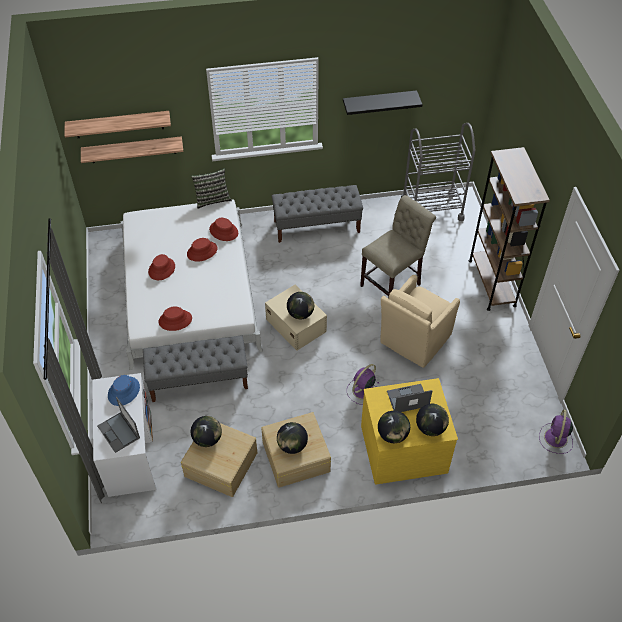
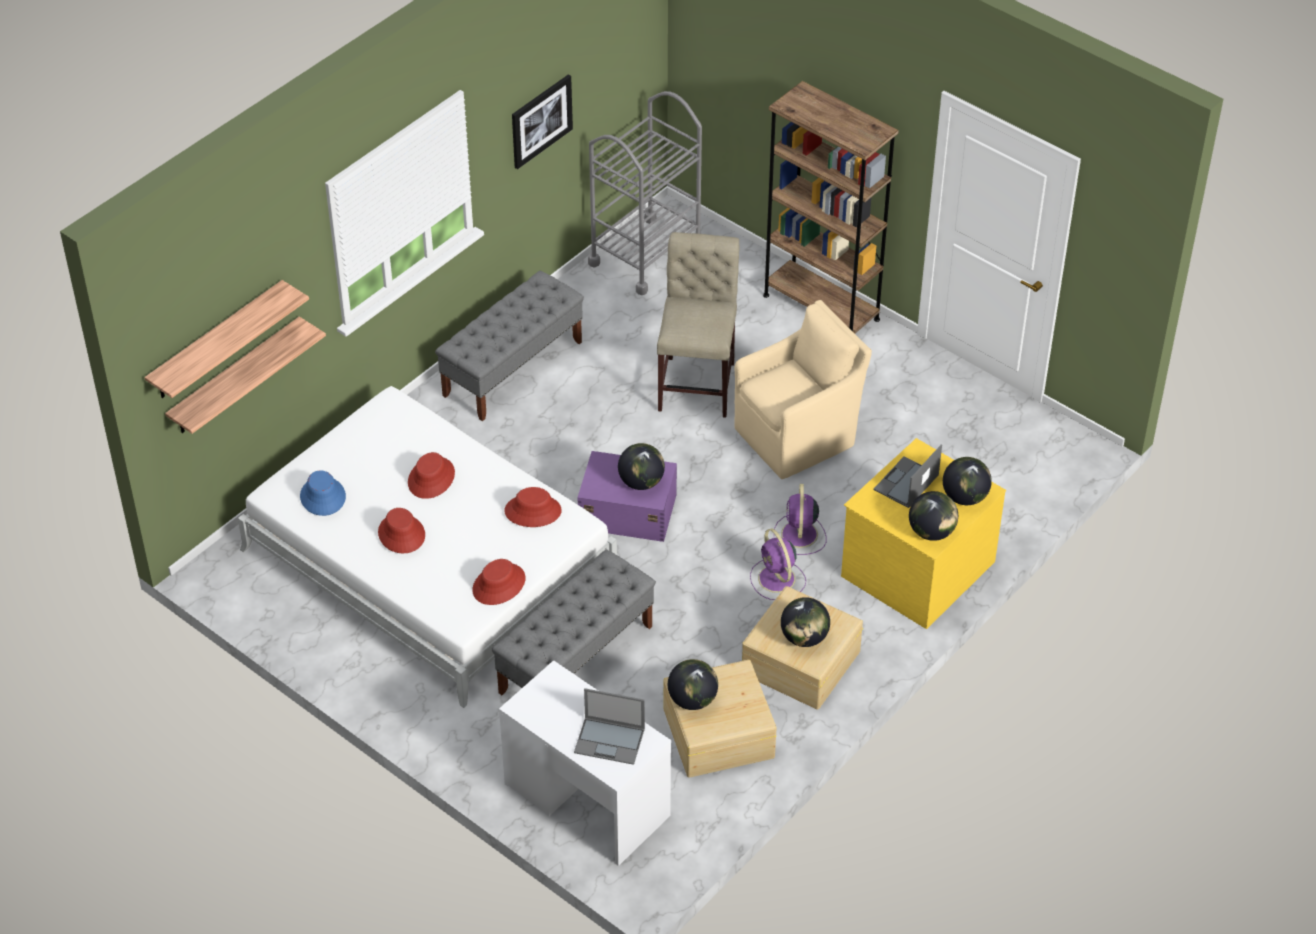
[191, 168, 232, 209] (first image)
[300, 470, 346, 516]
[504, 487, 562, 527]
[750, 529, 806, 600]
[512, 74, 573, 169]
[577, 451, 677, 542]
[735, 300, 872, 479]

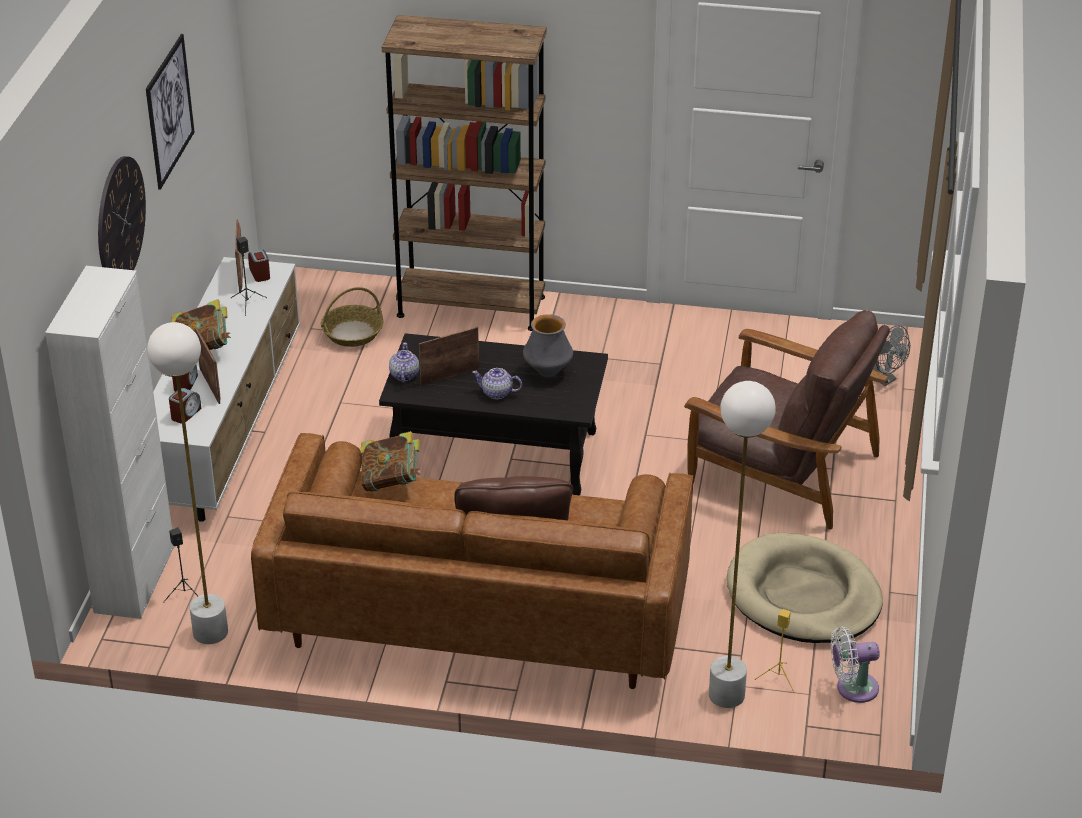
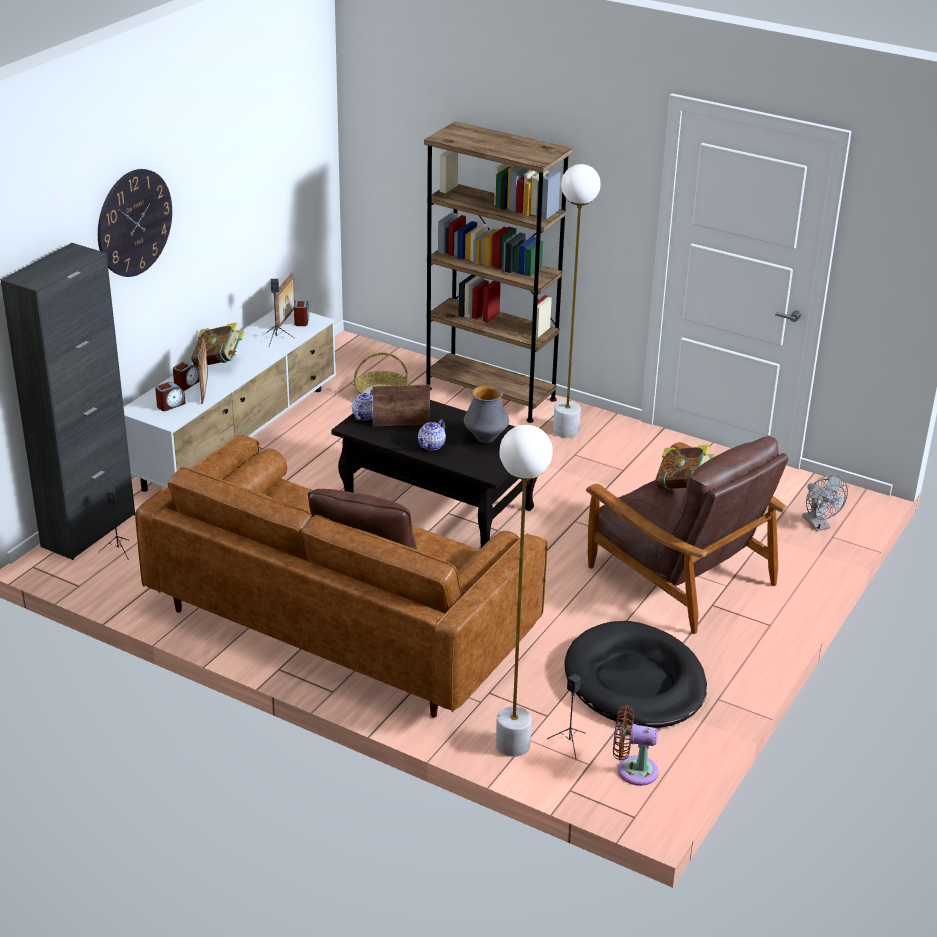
[146, 34, 194, 190] (first image)
[553, 164, 600, 438]
[655, 445, 715, 490]
[1, 243, 135, 560]
[565, 621, 707, 728]
[547, 674, 585, 759]
[613, 705, 659, 786]
[418, 419, 446, 450]

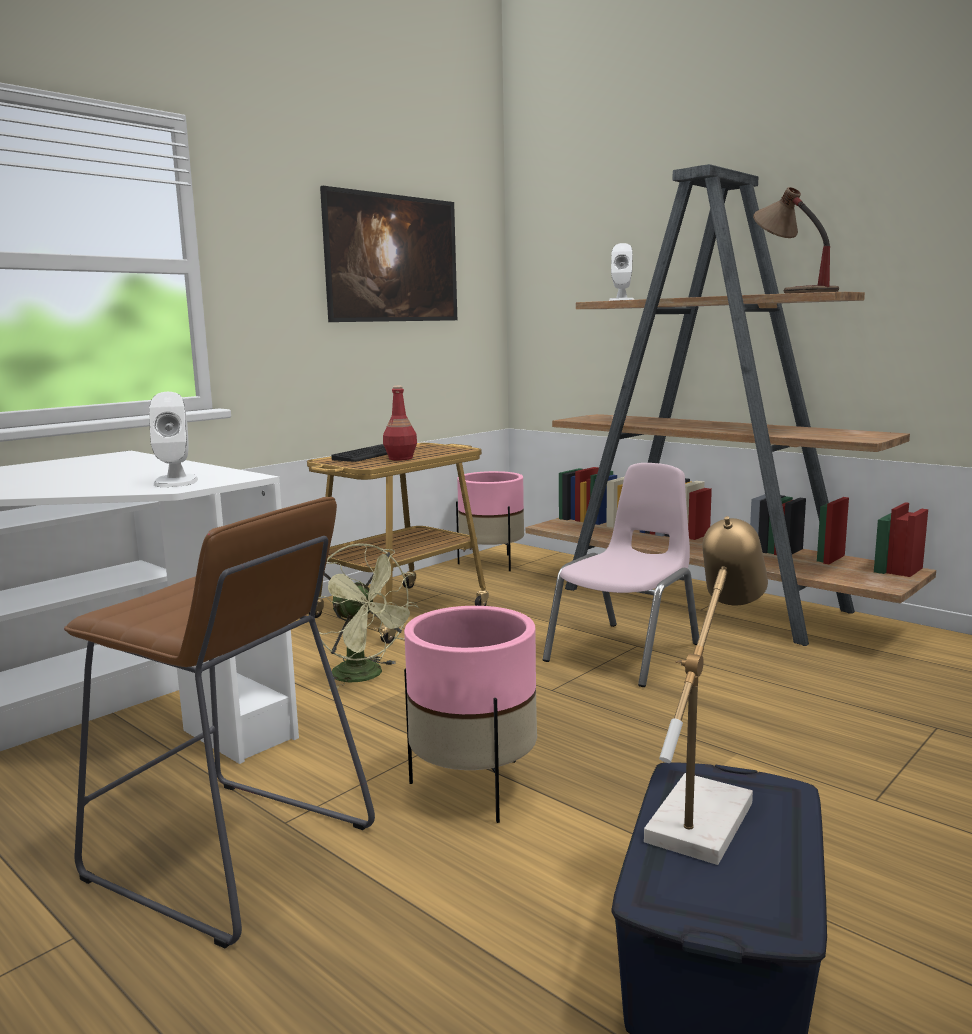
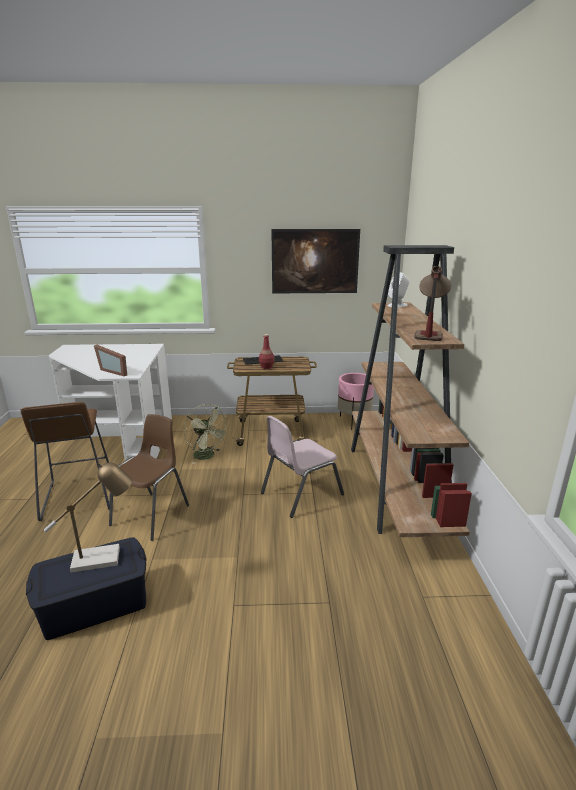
[94, 345, 127, 376]
[109, 414, 189, 541]
[184, 404, 230, 464]
[261, 416, 344, 518]

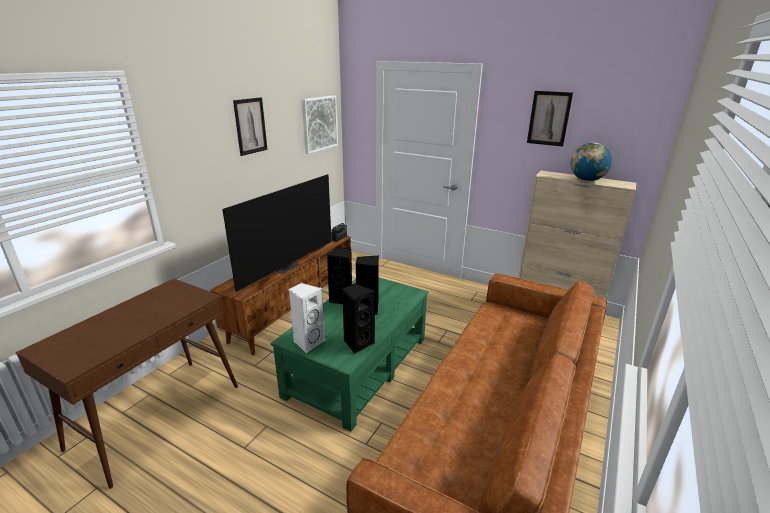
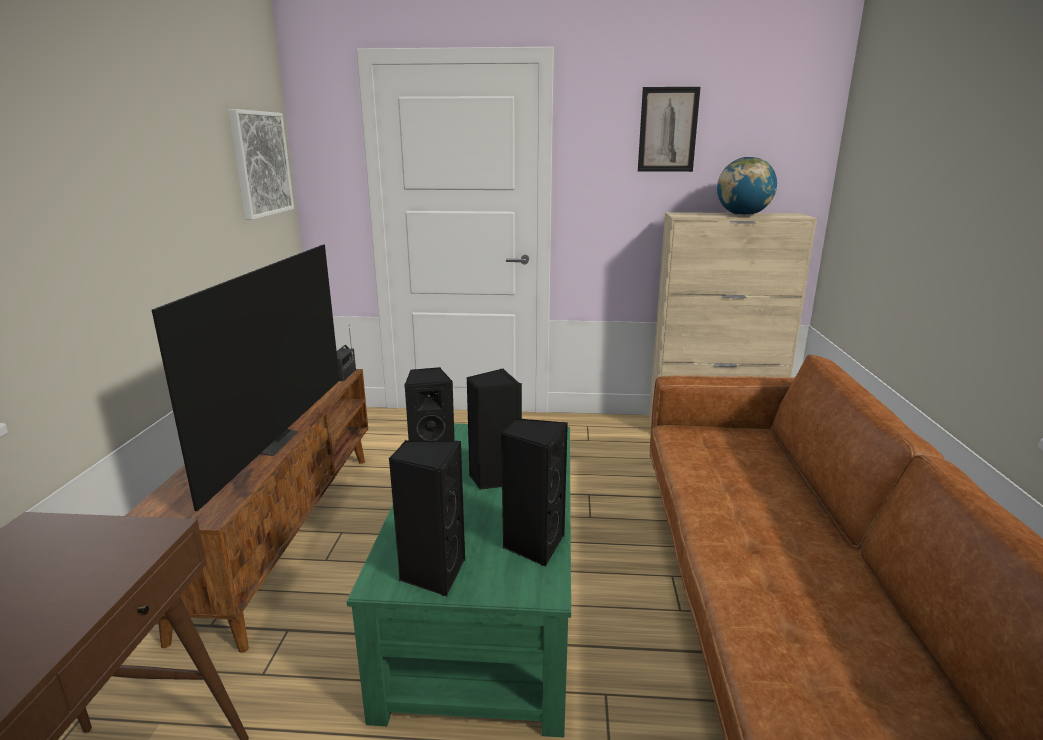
[233, 97, 268, 156] (first image)
[389, 440, 465, 596]

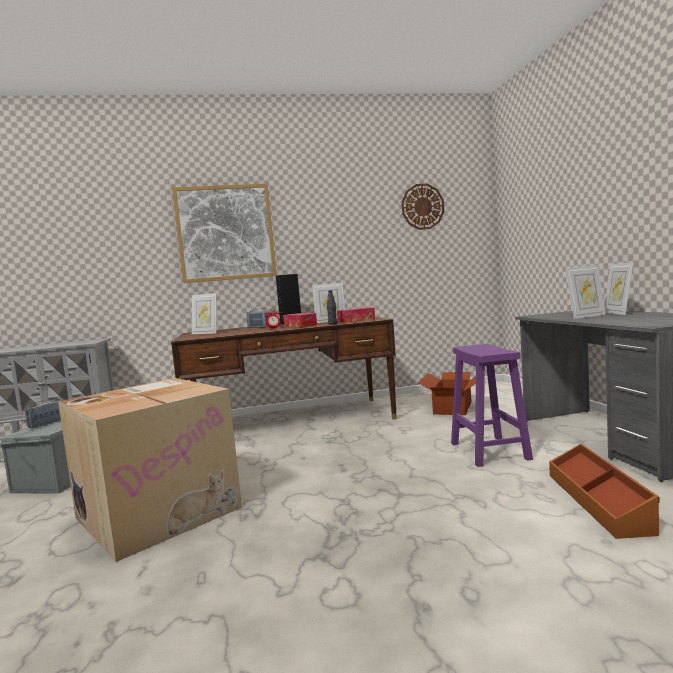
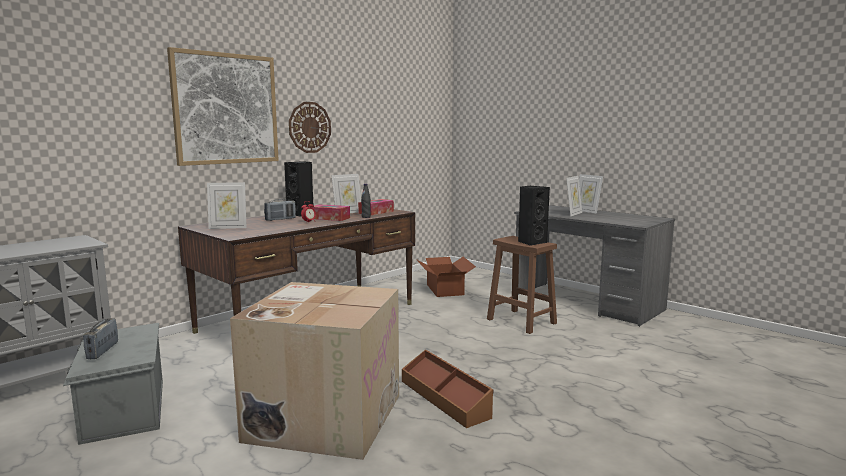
[518, 186, 550, 246]
[289, 102, 331, 153]
[402, 349, 493, 428]
[487, 236, 557, 334]

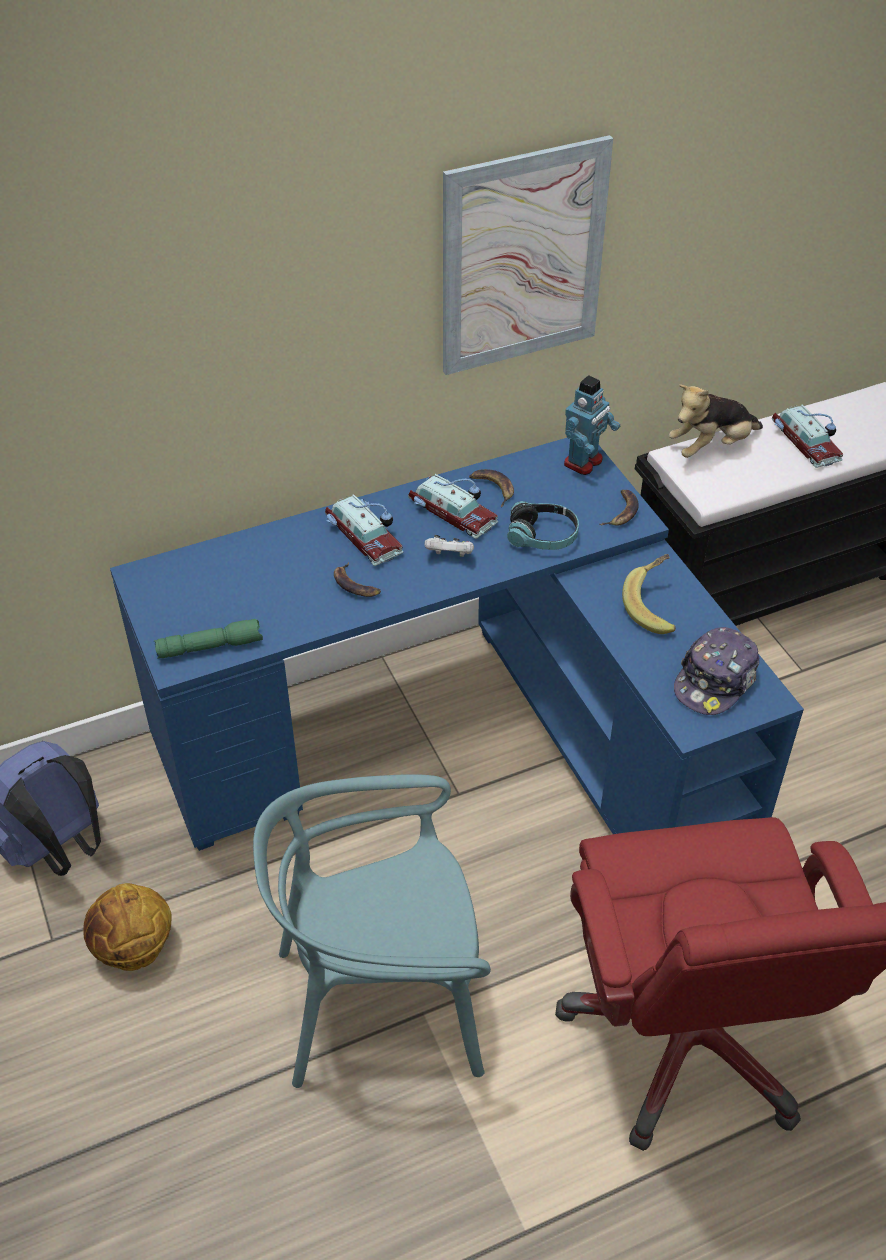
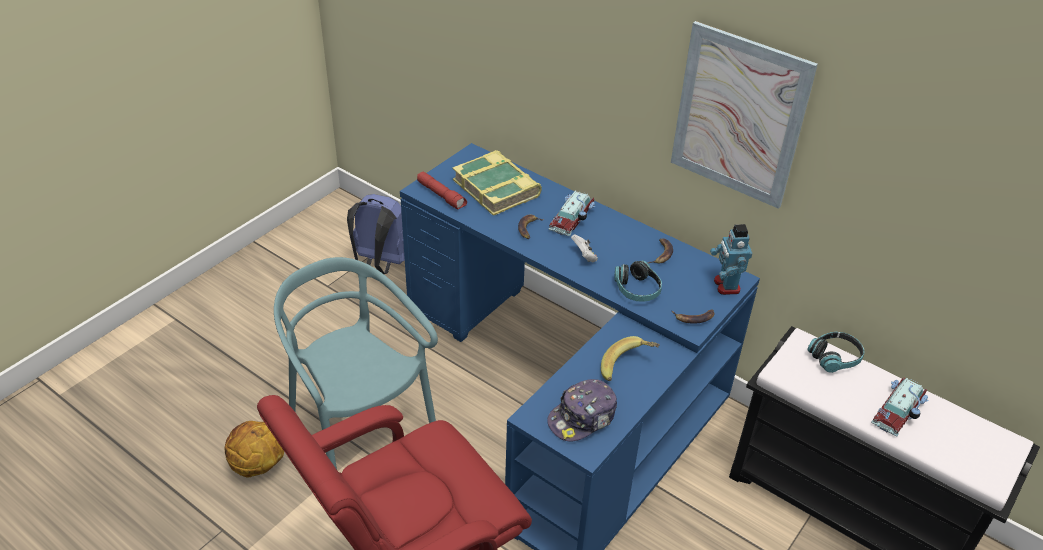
[408, 474, 498, 539] (first image)
[453, 150, 542, 216]
[225, 421, 284, 477]
[808, 332, 864, 373]
[417, 172, 467, 210]
[710, 224, 752, 295]
[547, 379, 617, 441]

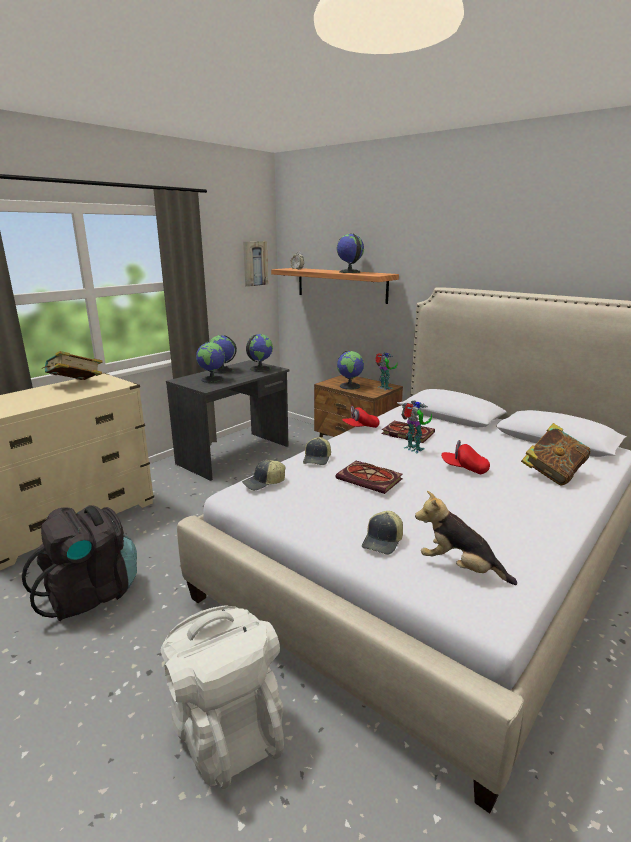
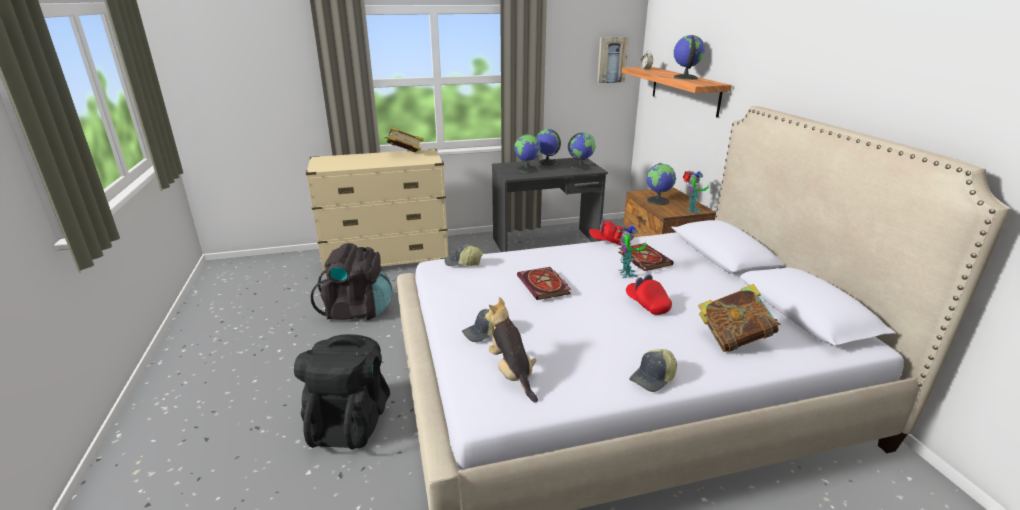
[629, 349, 677, 392]
[294, 334, 390, 449]

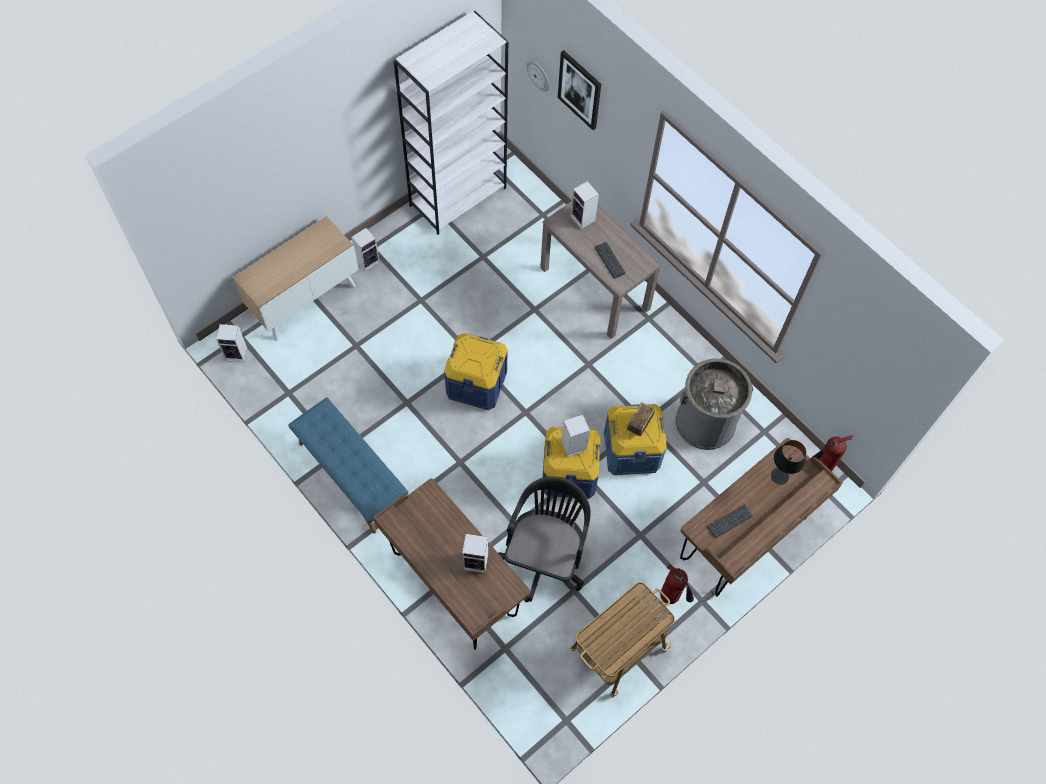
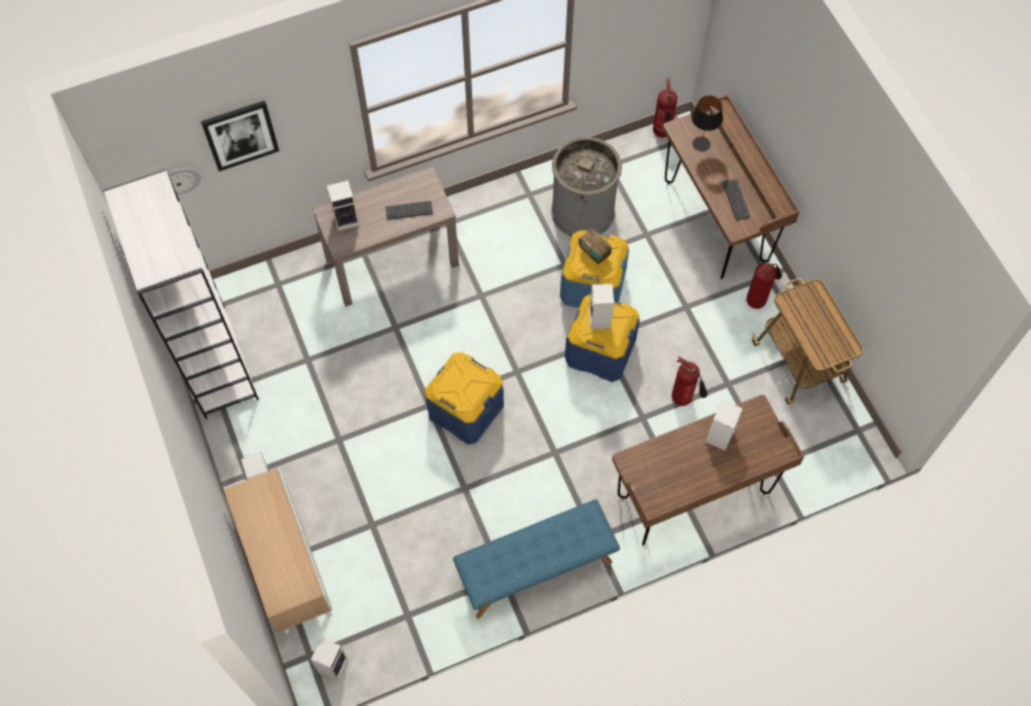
[672, 357, 708, 406]

